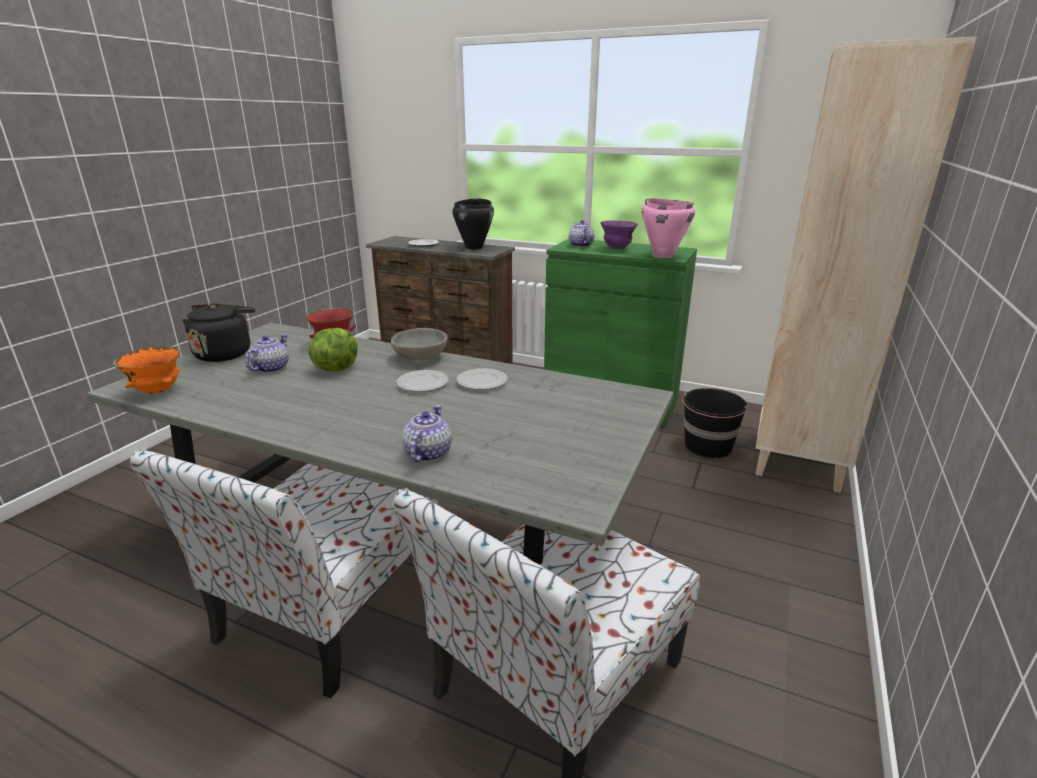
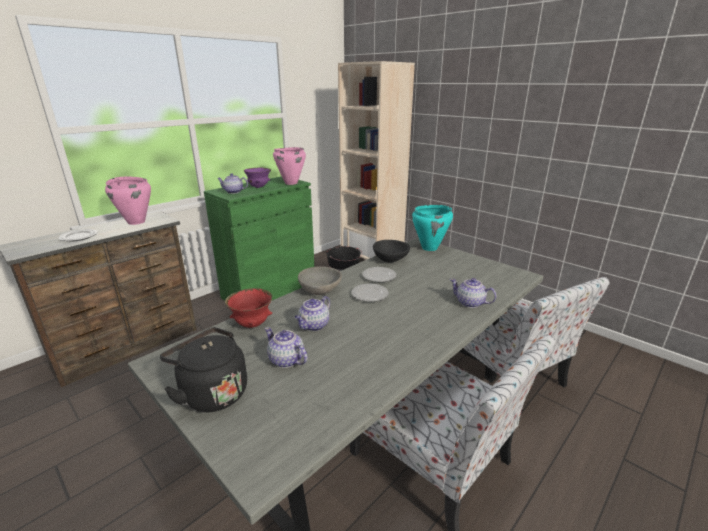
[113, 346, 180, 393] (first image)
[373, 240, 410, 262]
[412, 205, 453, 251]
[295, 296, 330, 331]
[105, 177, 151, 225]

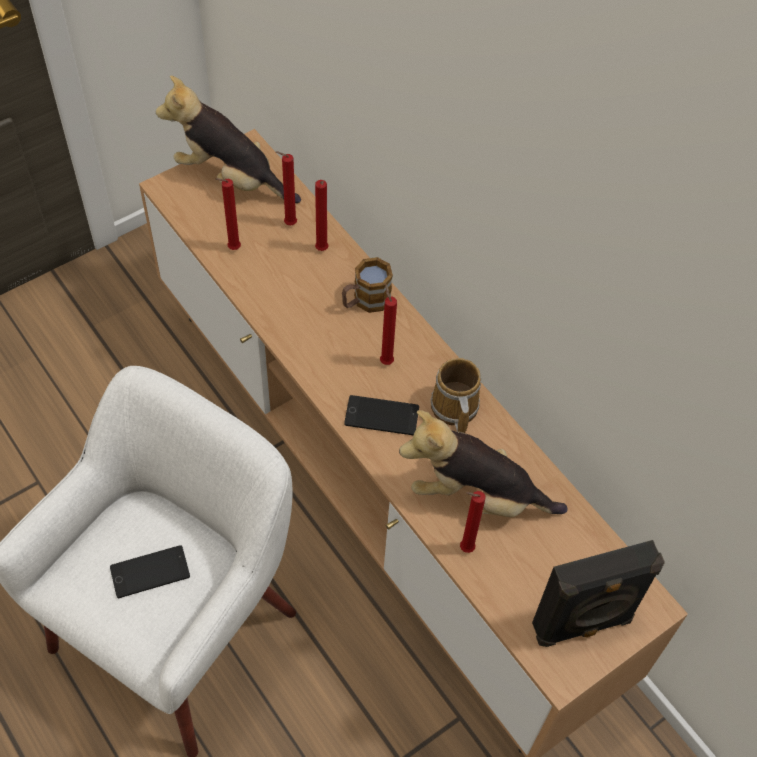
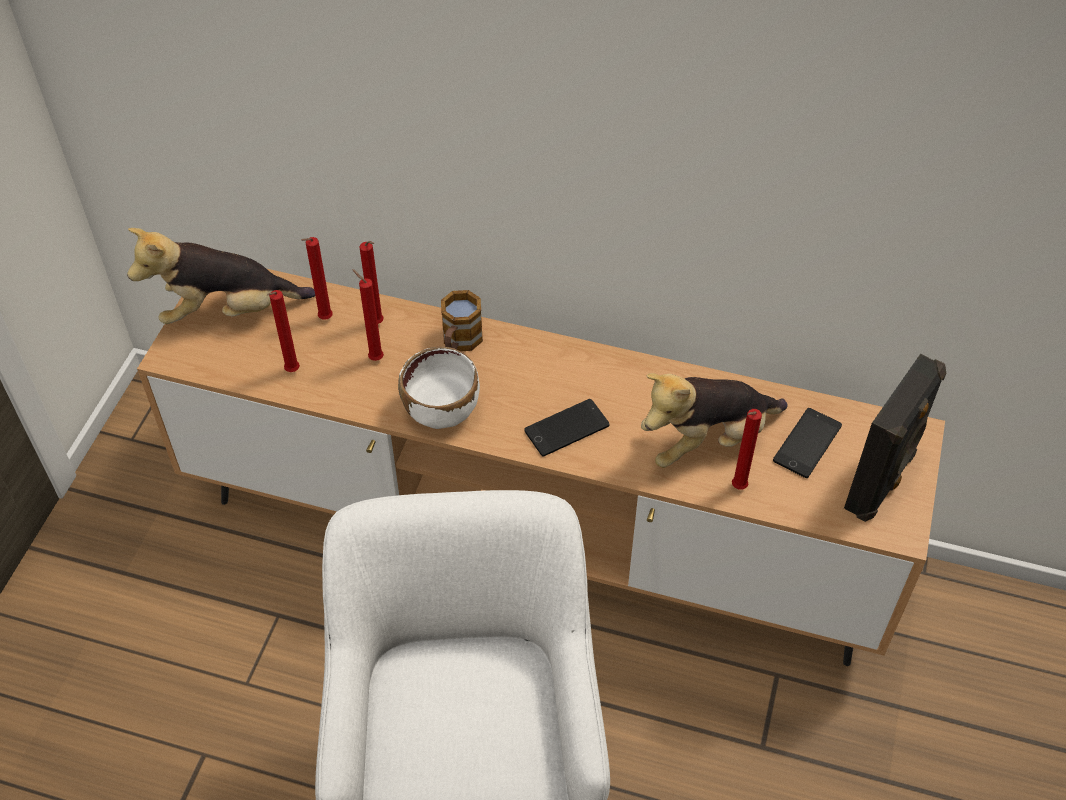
[430, 358, 482, 433] (first image)
[398, 346, 480, 429]
[773, 408, 842, 478]
[352, 269, 384, 361]

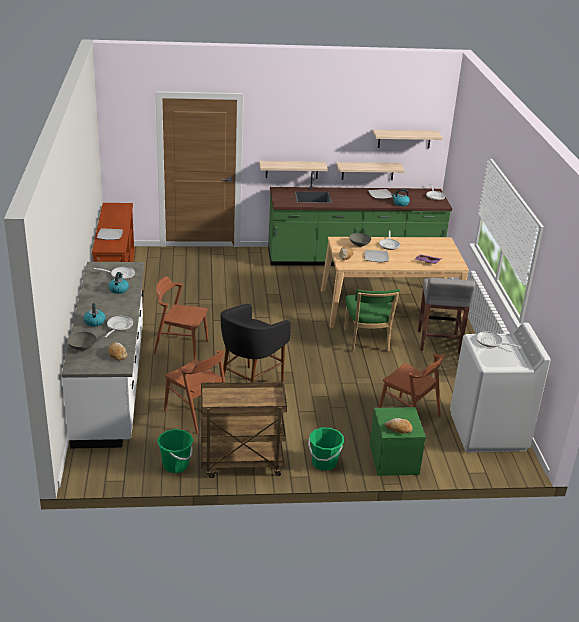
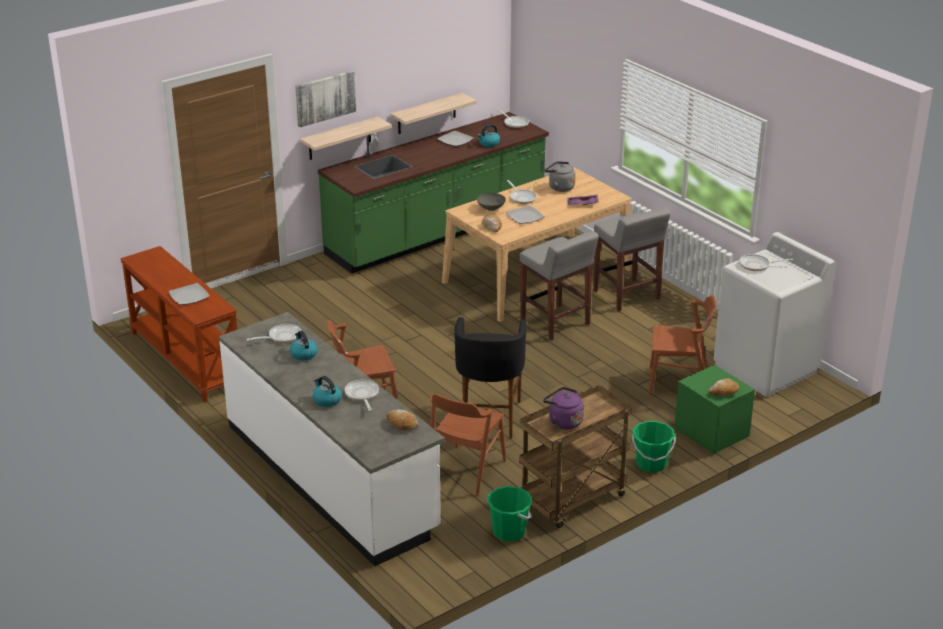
[67, 332, 96, 351] (first image)
[373, 130, 443, 148] (first image)
[295, 71, 356, 127]
[543, 387, 584, 429]
[545, 161, 575, 192]
[519, 231, 599, 340]
[430, 393, 506, 496]

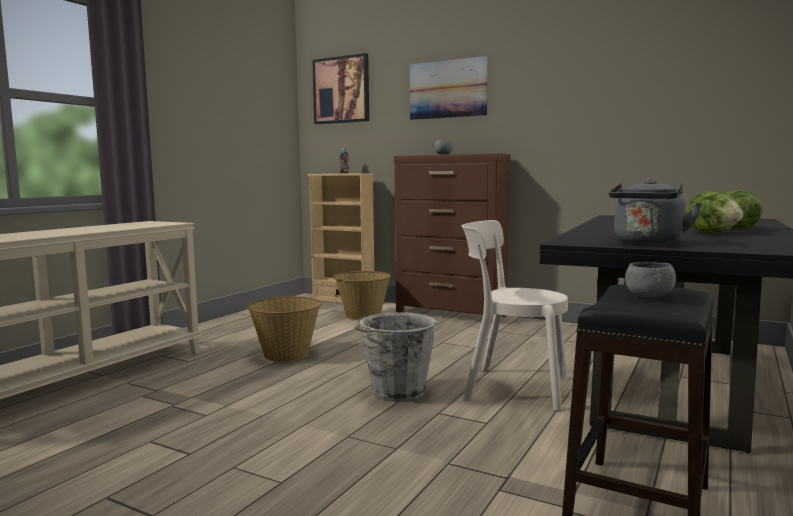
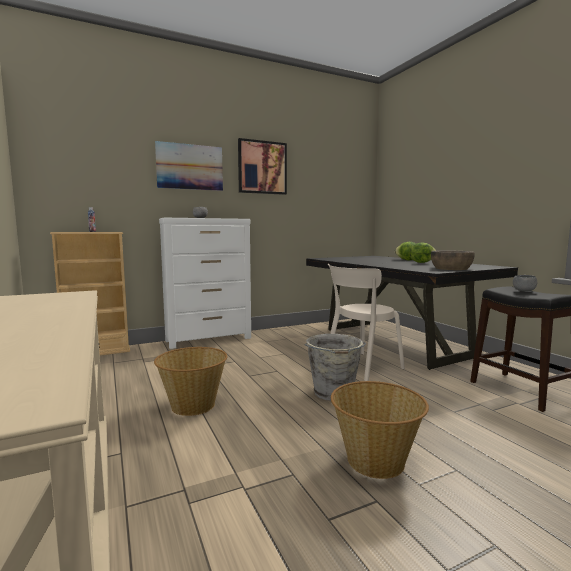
[238, 138, 287, 195]
[331, 381, 429, 479]
[431, 250, 475, 270]
[159, 218, 251, 349]

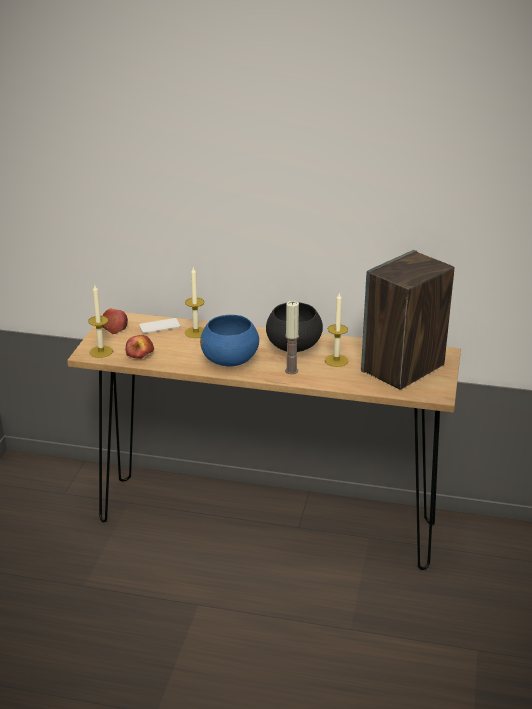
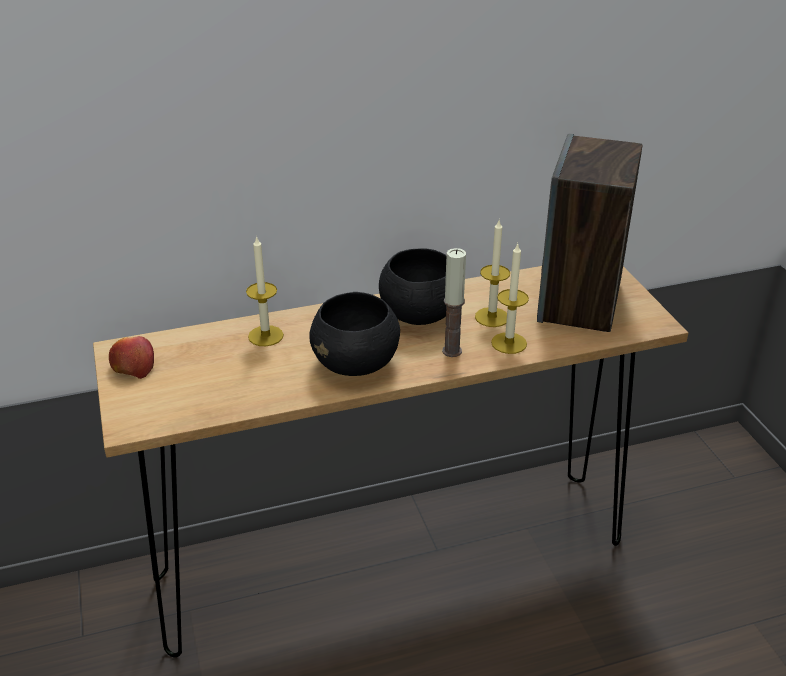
[125, 335, 154, 359] (first image)
[139, 318, 181, 334] (first image)
[491, 242, 529, 354]
[309, 292, 400, 376]

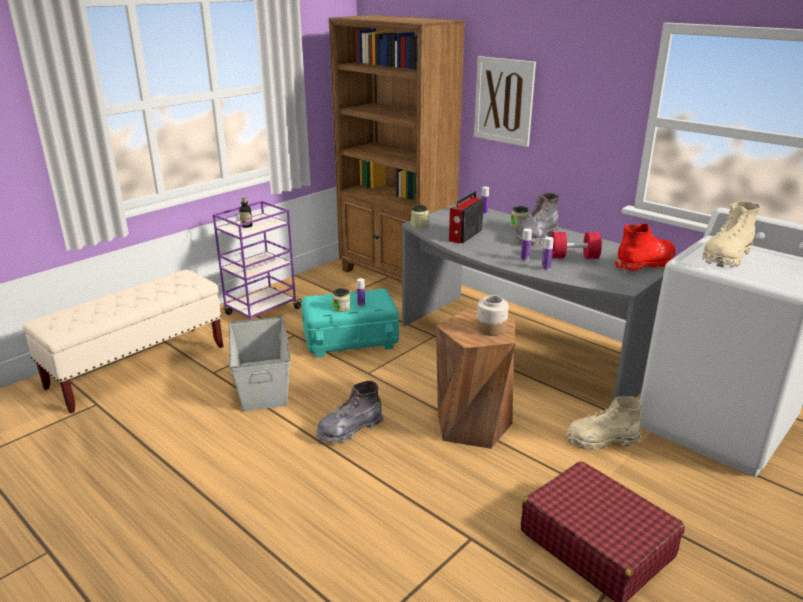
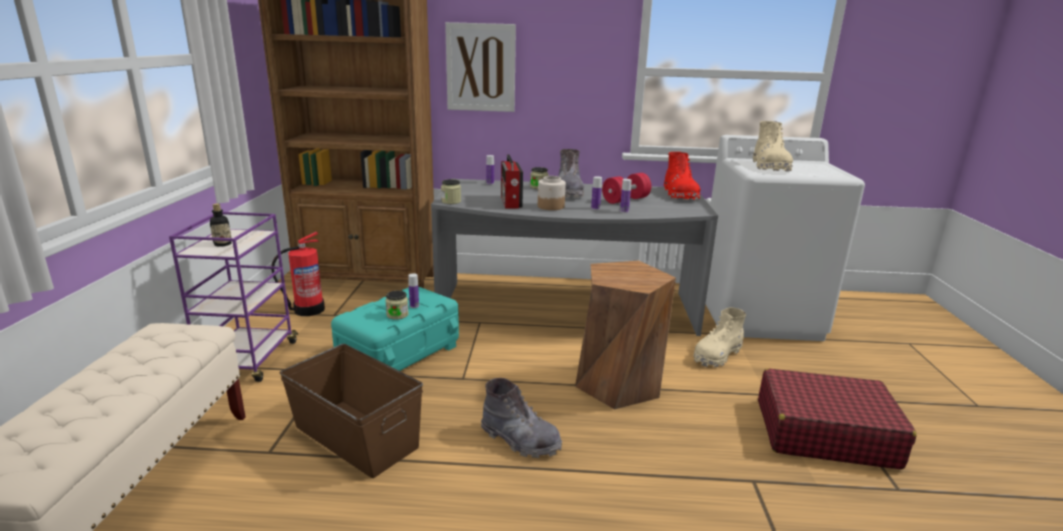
[271, 232, 325, 316]
[538, 176, 566, 210]
[280, 344, 423, 478]
[481, 378, 562, 458]
[664, 152, 700, 200]

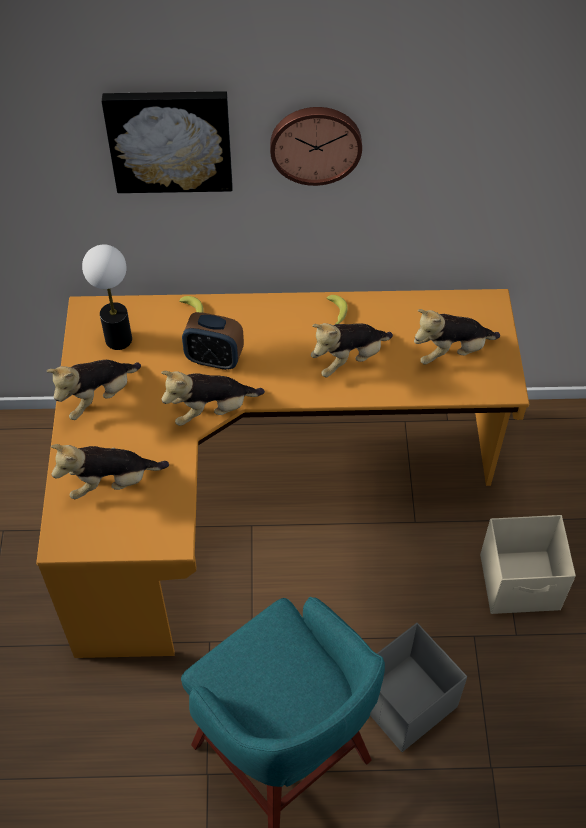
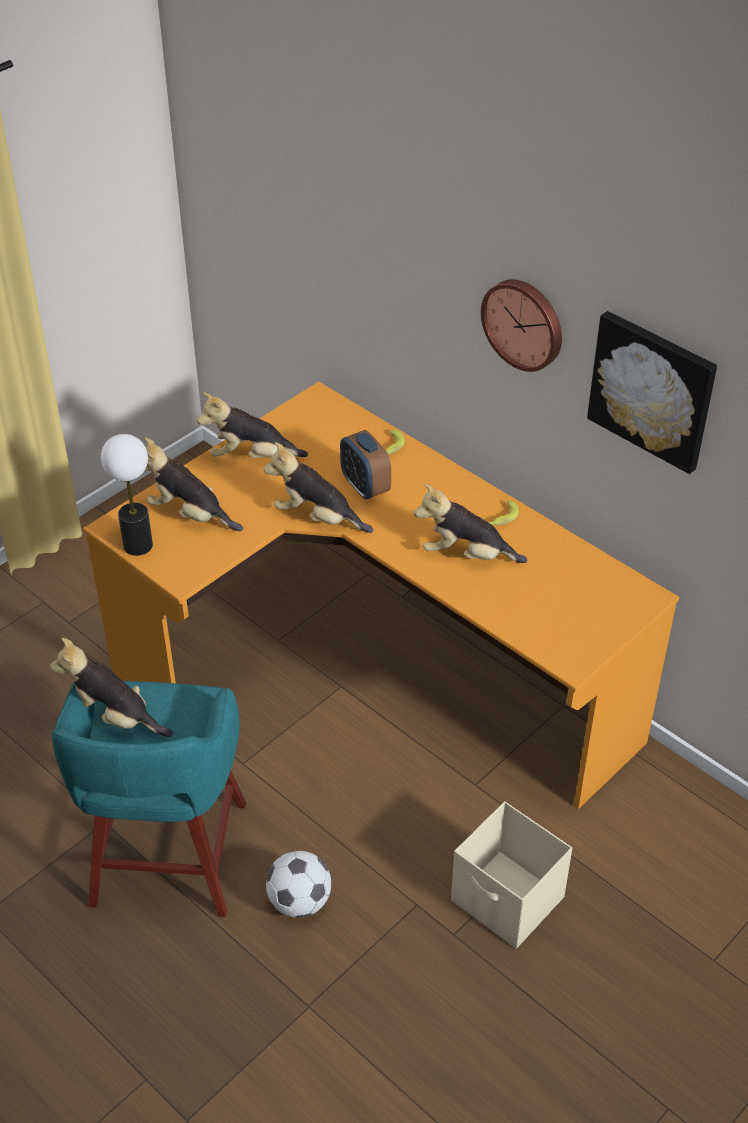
[101, 434, 153, 556]
[587, 311, 717, 474]
[50, 638, 173, 737]
[266, 851, 331, 918]

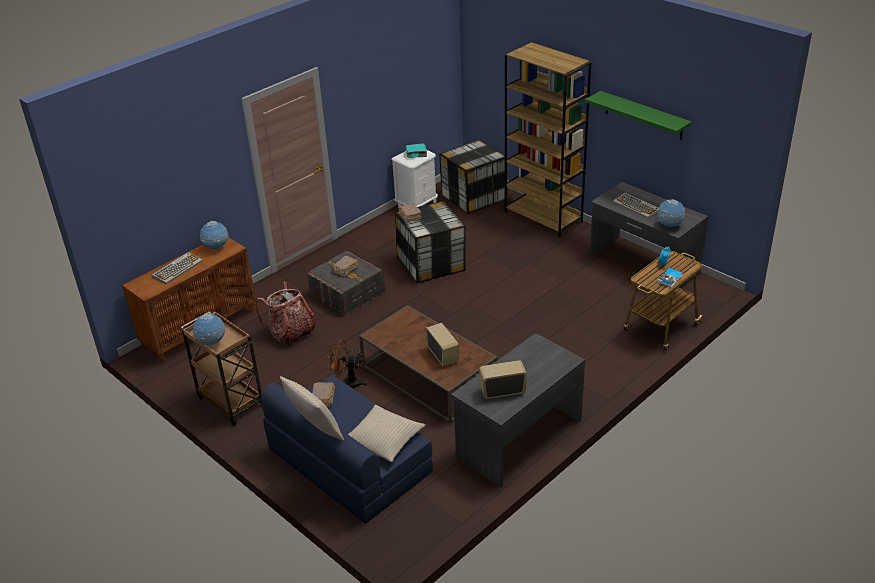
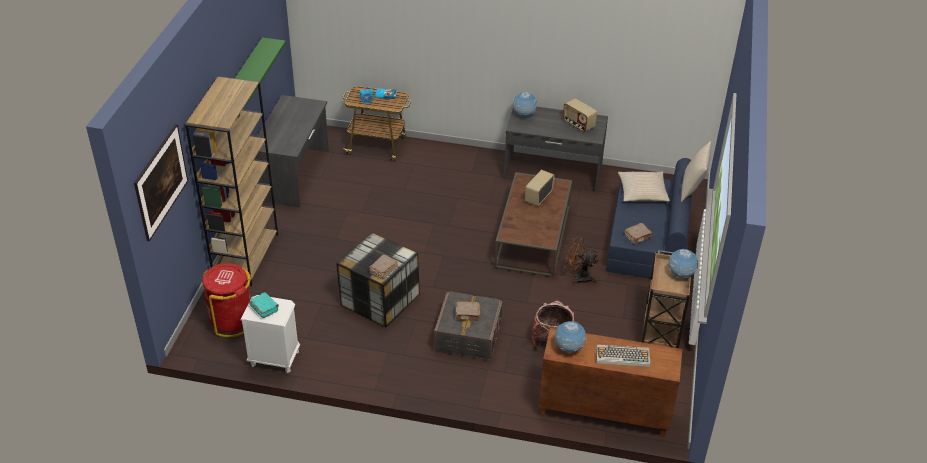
[613, 193, 659, 218] (first image)
[134, 124, 188, 241]
[513, 92, 537, 117]
[202, 263, 251, 337]
[565, 237, 599, 284]

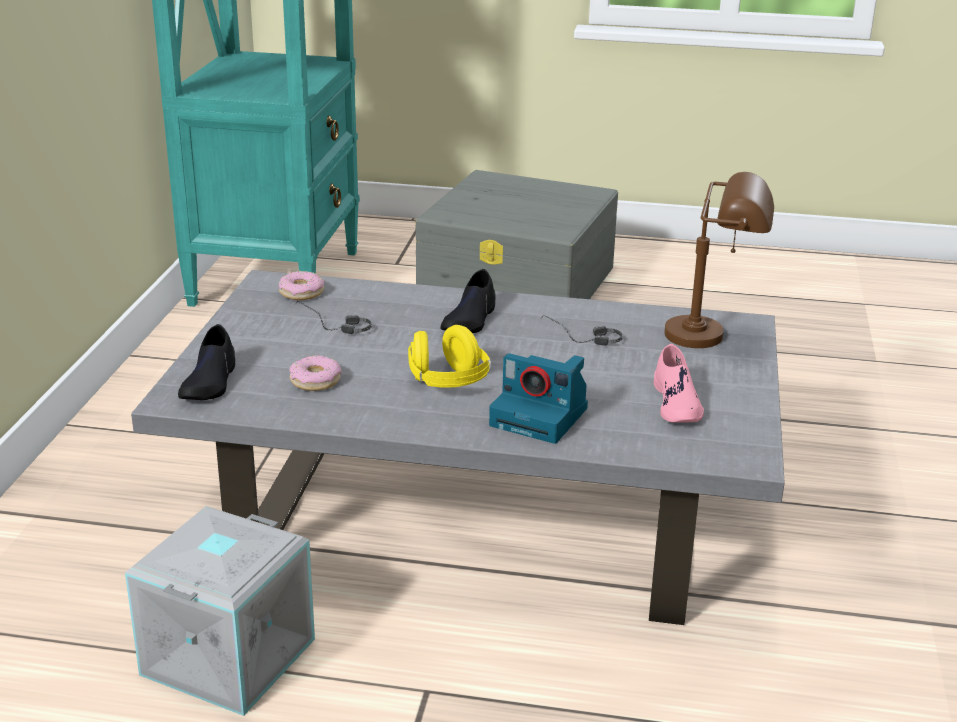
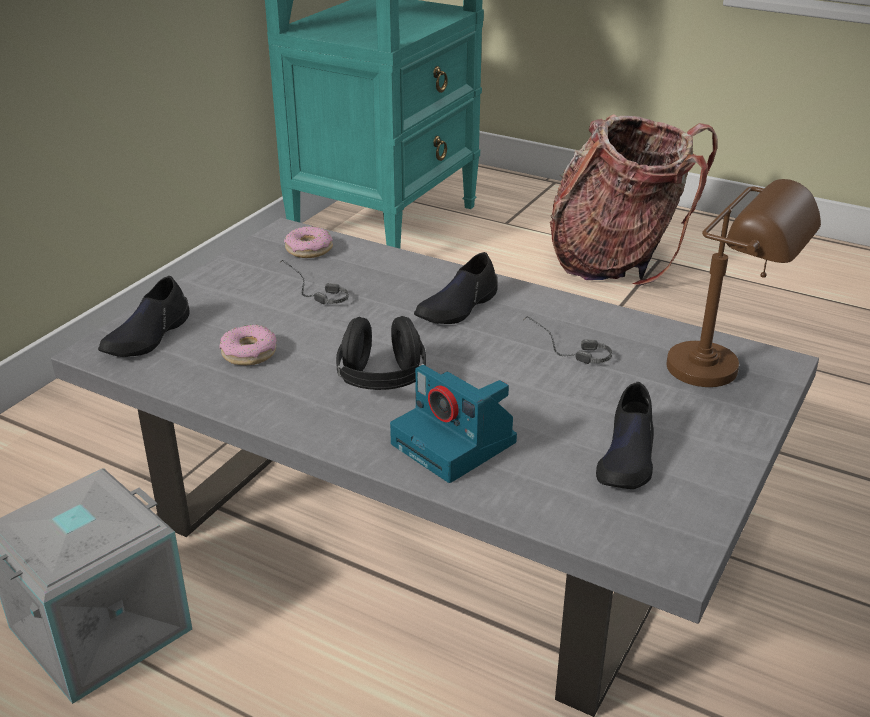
[550, 114, 718, 286]
[336, 316, 426, 390]
[596, 382, 654, 489]

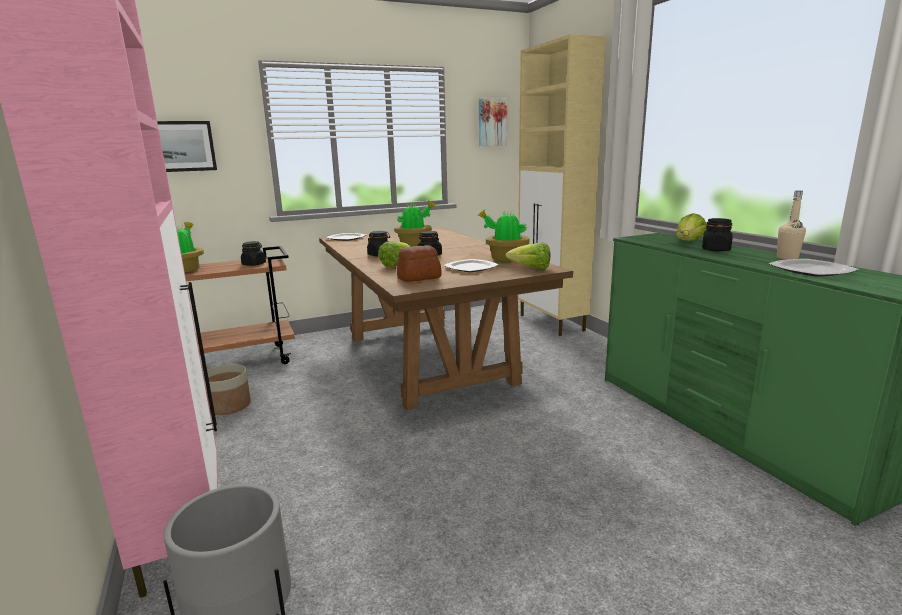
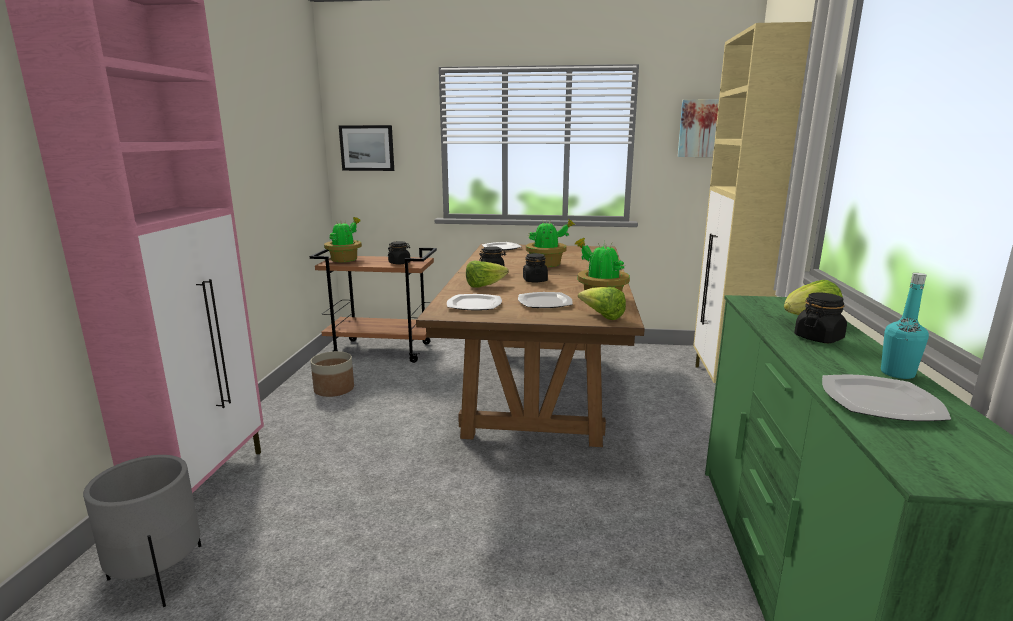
[447, 294, 502, 310]
[881, 273, 929, 379]

